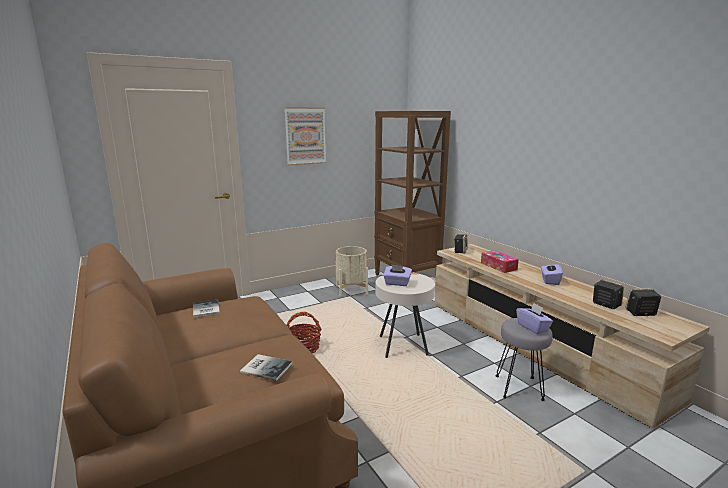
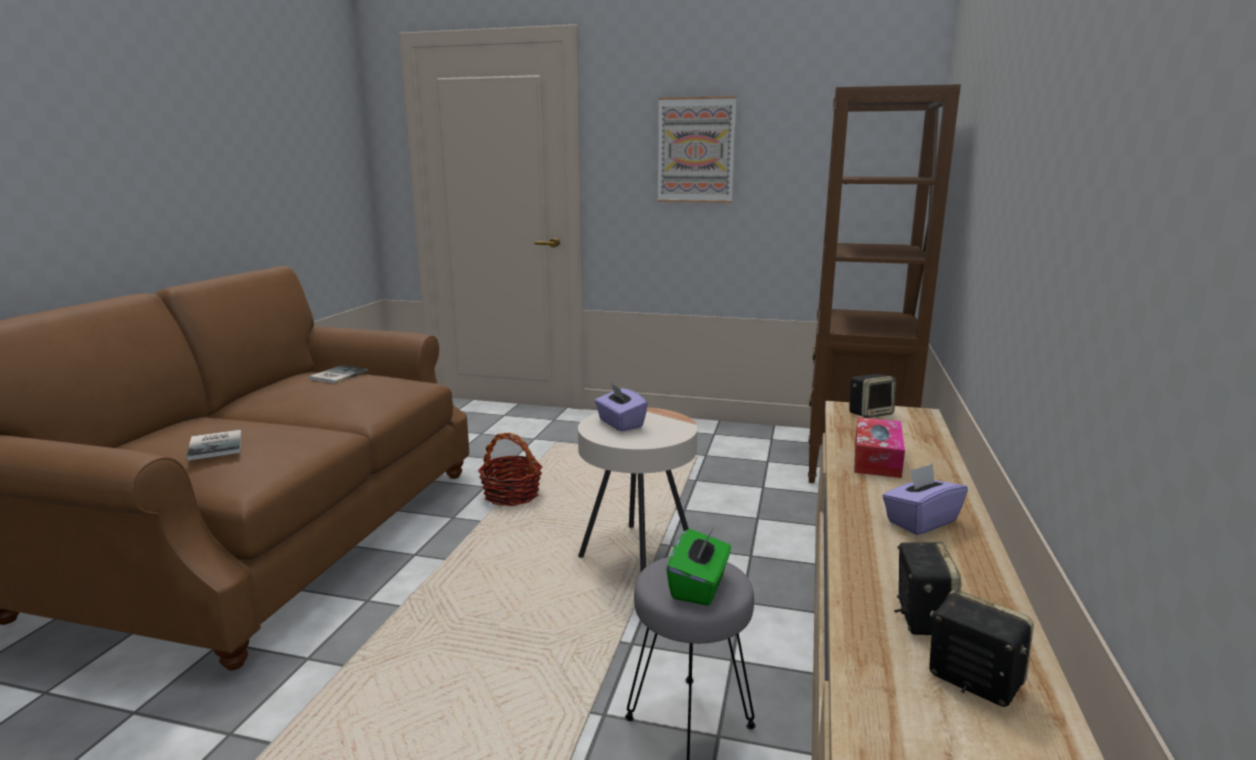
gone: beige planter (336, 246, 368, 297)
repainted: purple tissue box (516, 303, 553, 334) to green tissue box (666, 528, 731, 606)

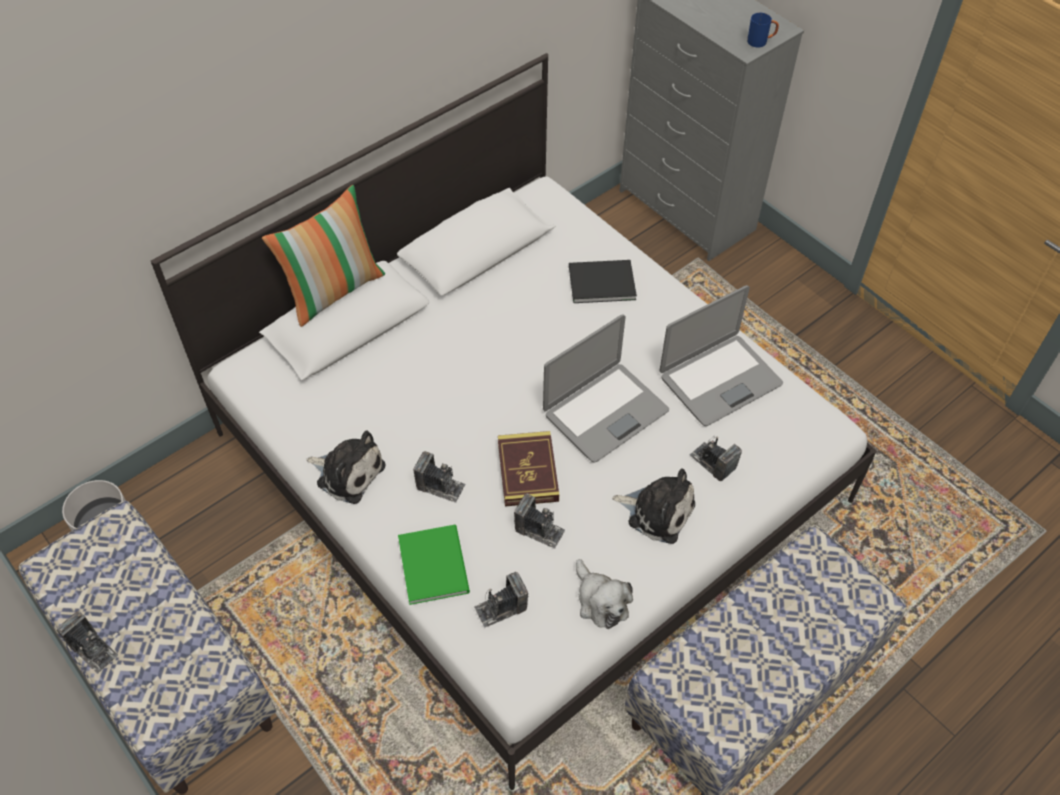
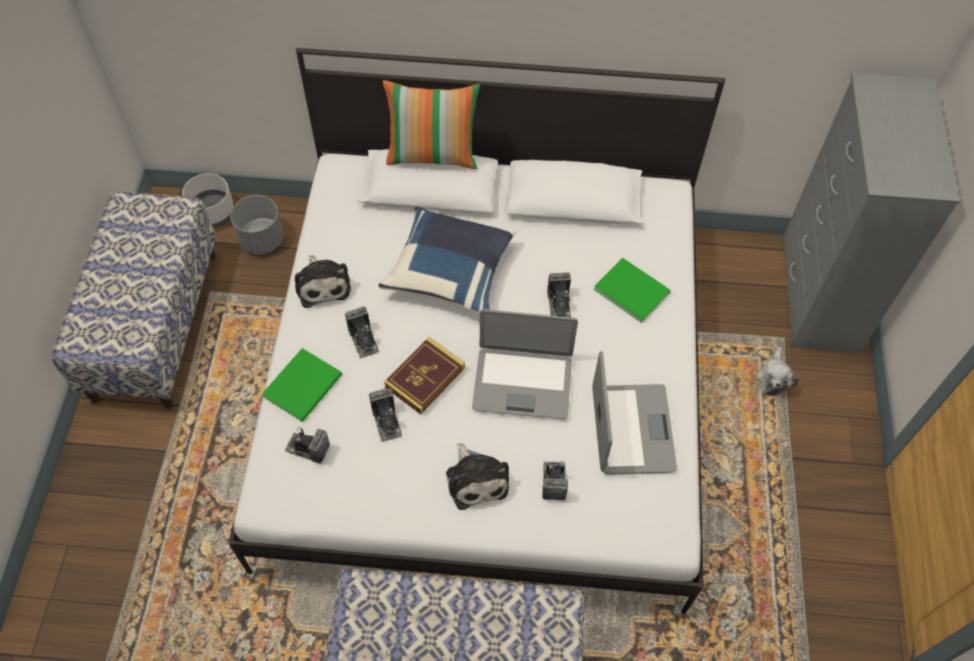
gone: blue mug (747, 13, 779, 48)
new: grey planter (230, 195, 284, 254); blue pillow (379, 206, 516, 314)
shifted: plush toy (576, 559, 633, 629) to (755, 347, 798, 398); photo camera (57, 611, 118, 674) to (547, 273, 571, 317)
repainted: black book (569, 260, 637, 303) to green book (594, 258, 671, 323)
rotated: laptop (659, 285, 783, 426) = (592, 351, 677, 475) 105 degrees counterclockwise

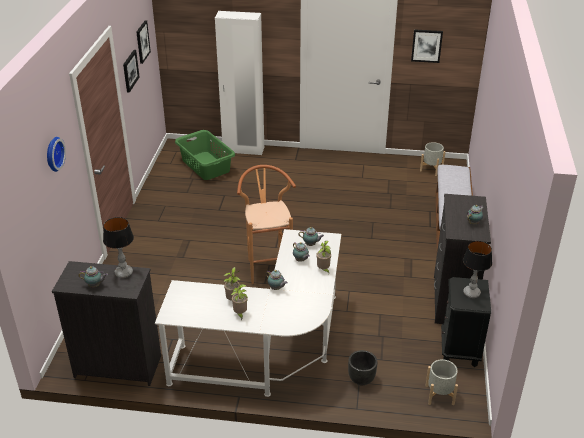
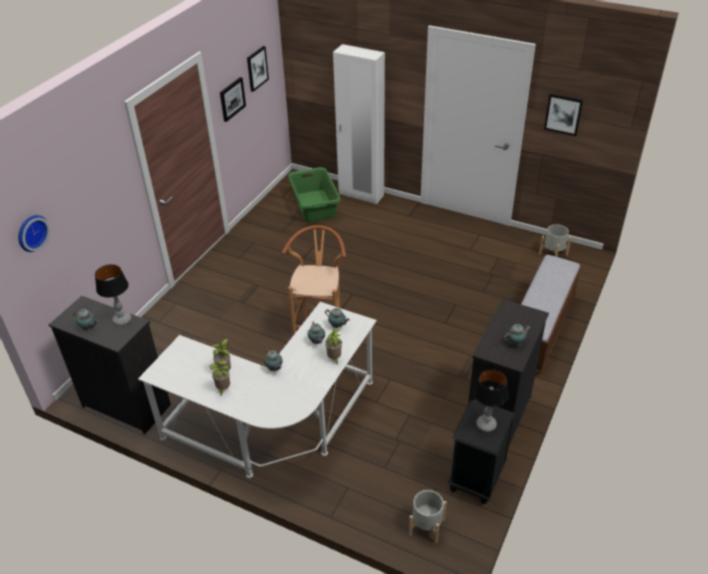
gone: black planter (348, 350, 377, 385)
shifted: wall clock (47, 137, 66, 172) to (18, 215, 50, 252)

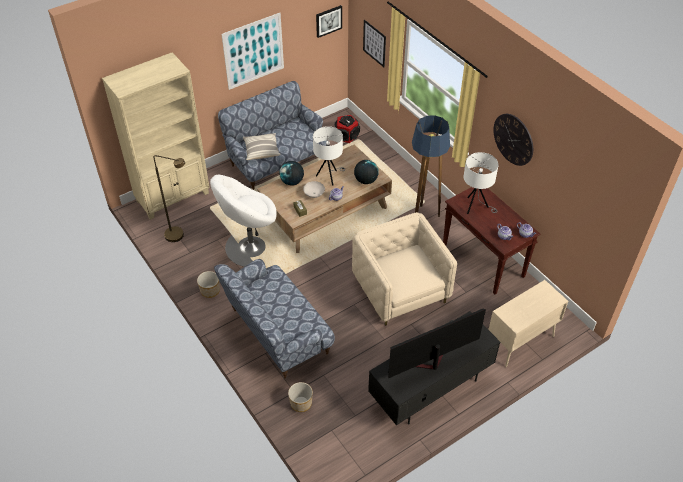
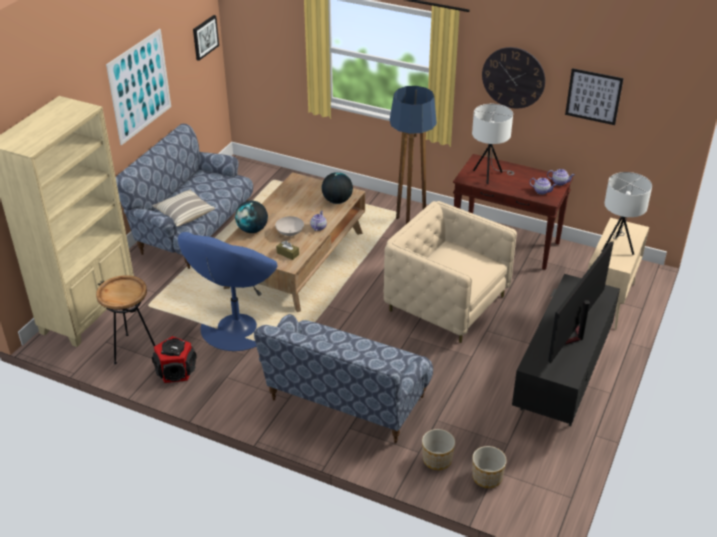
shifted: picture (363, 20, 386, 67) to (565, 68, 624, 125); speaker (335, 115, 360, 143) to (152, 336, 197, 383); white table lamp (313, 126, 345, 186) to (601, 172, 652, 255); planter (197, 271, 220, 298) to (472, 446, 507, 488)
swapped: brown floor lamp (153, 155, 185, 242) to brown side table (96, 275, 155, 364)
repainted: white armchair (210, 175, 277, 267) to blue armchair (178, 232, 277, 351)

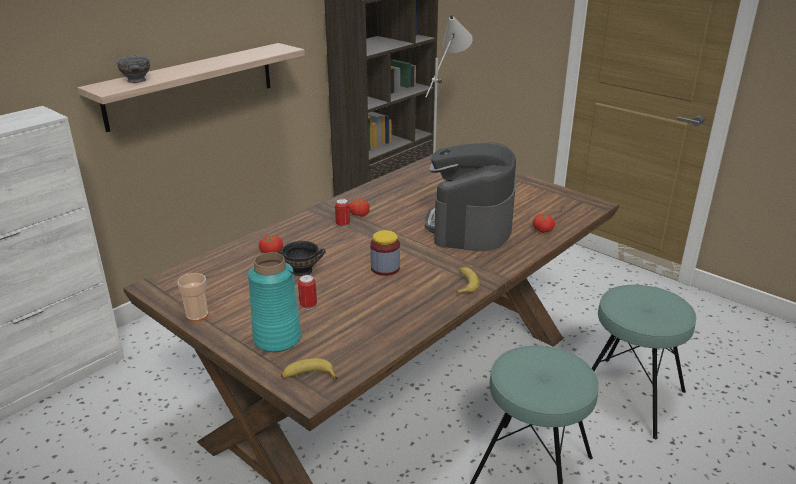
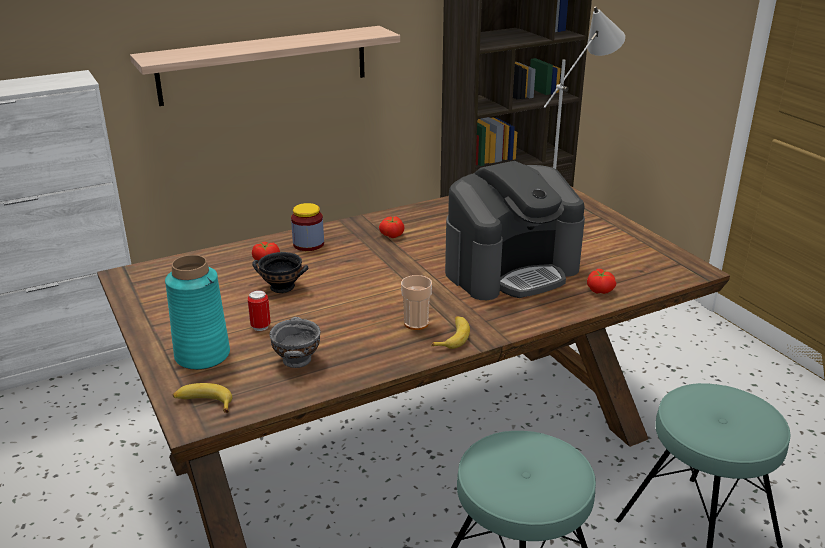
gone: can (335, 199, 350, 228)
shifted: grey bowl (116, 56, 150, 83) to (270, 317, 320, 368); jar (370, 230, 400, 276) to (291, 203, 324, 251); cup (177, 273, 209, 322) to (401, 275, 432, 330)
rotated: coffee machine (425, 142, 516, 251) = (445, 161, 585, 300) 150 degrees counterclockwise

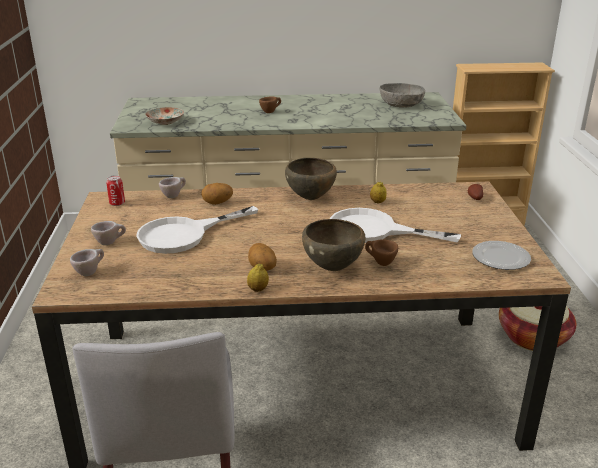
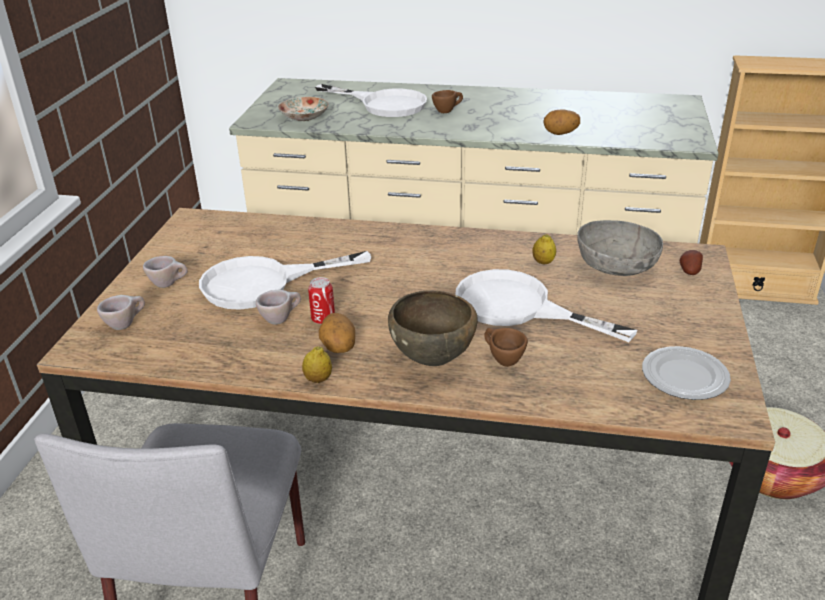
gone: brown bowl (285, 158, 337, 200)
new: white frying pan (315, 84, 427, 117)
shifted: grey bowl (380, 83, 425, 107) to (577, 220, 663, 276); can (106, 175, 125, 206) to (308, 277, 335, 324); beige cup (159, 177, 186, 198) to (256, 290, 301, 325); potato (201, 183, 233, 205) to (543, 109, 580, 135)

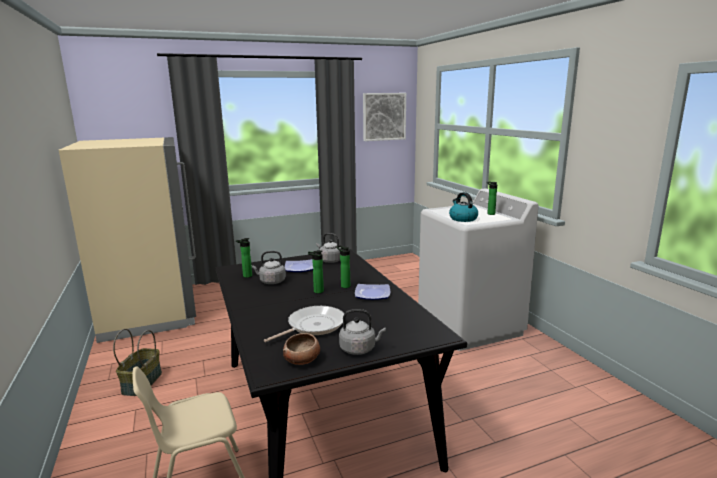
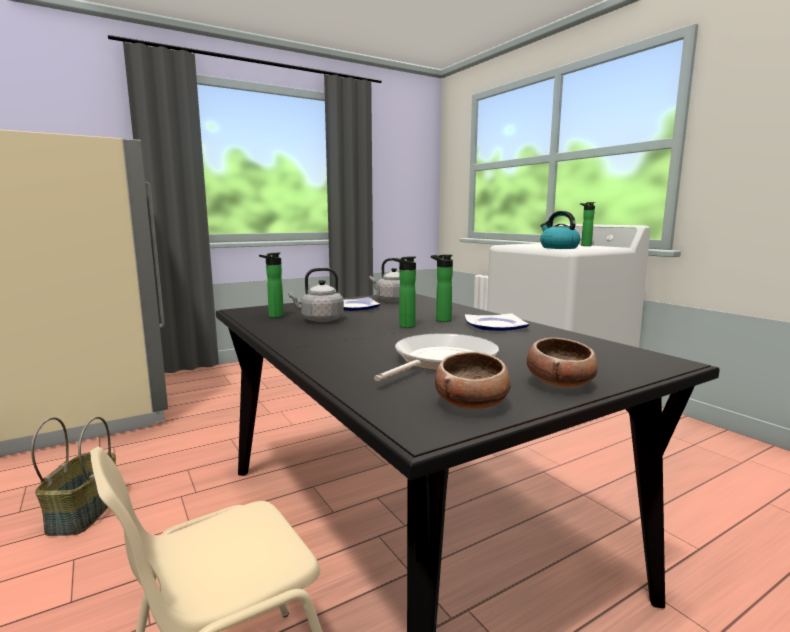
gone: picture (363, 93, 406, 141)
swapped: grey kettle (339, 309, 386, 355) to bowl (527, 338, 598, 388)

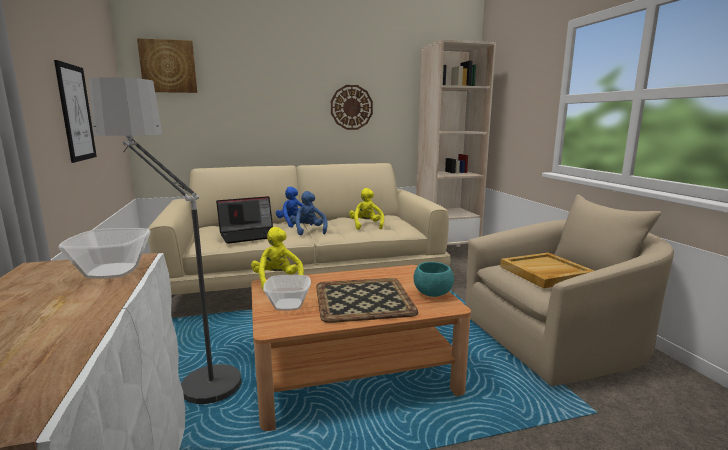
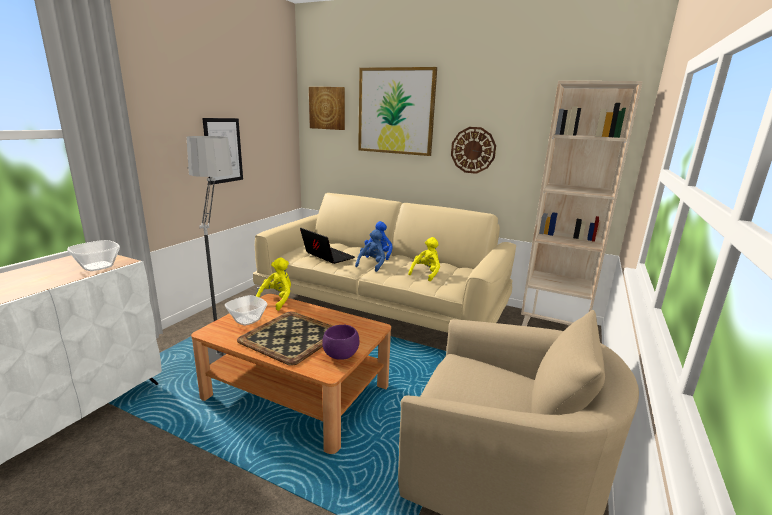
gone: beige tray (500, 253, 595, 288)
new: picture (358, 67, 437, 156)
repainted: turquoise bowl (414, 262, 454, 297) to purple bowl (322, 325, 360, 360)
rotated: laptop (216, 196, 273, 244) = (300, 228, 355, 264) 150 degrees counterclockwise

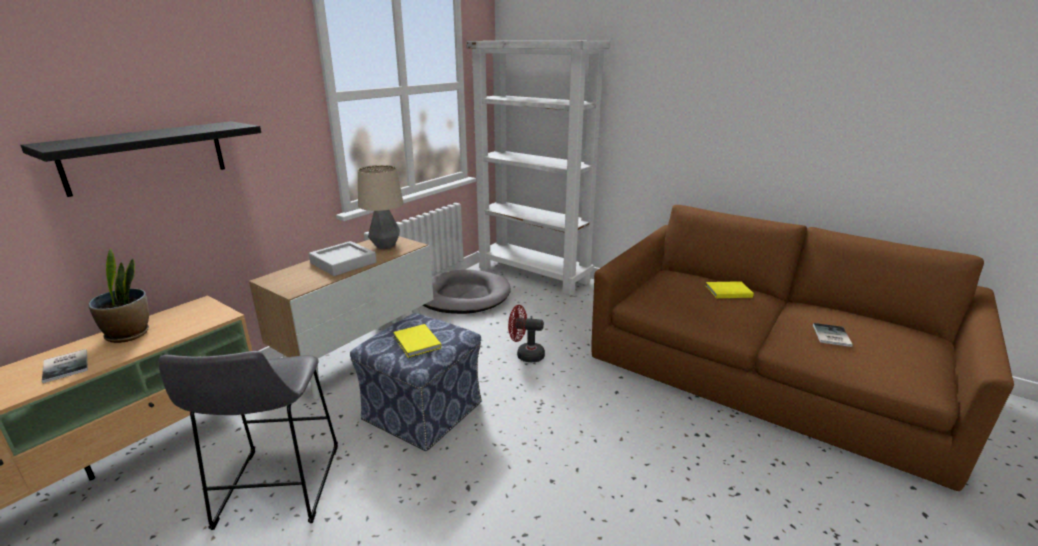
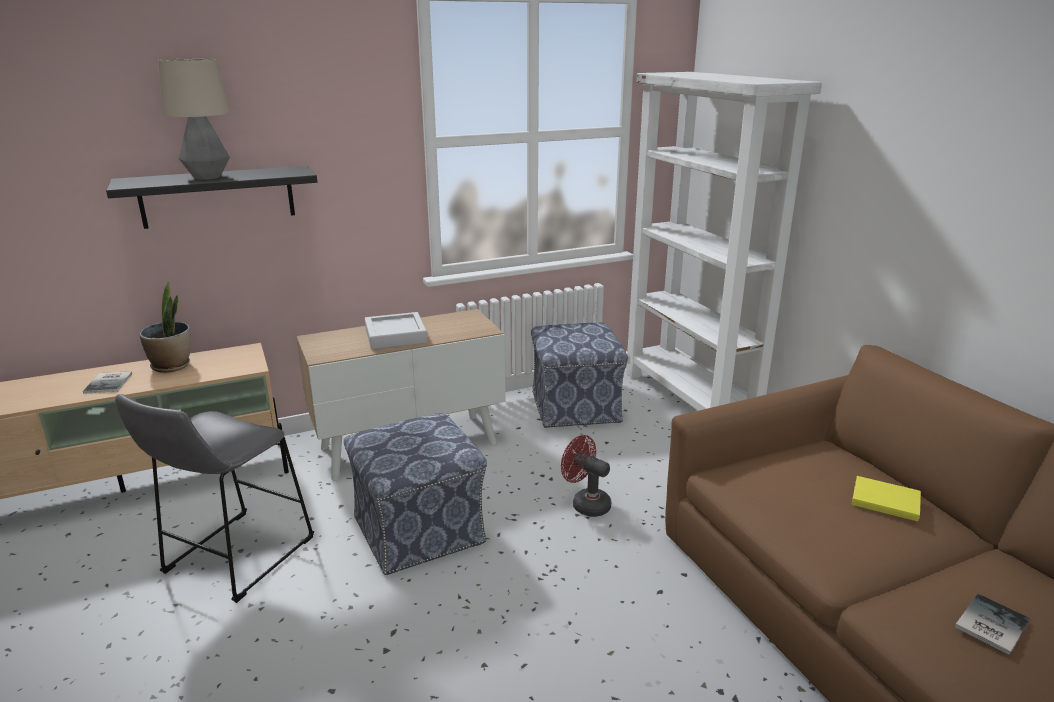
gone: yellow book (393, 324, 441, 358)
shifted: table lamp (358, 165, 403, 249) to (158, 59, 230, 180)
swapped: grey dog bed (423, 270, 511, 314) to ottoman (531, 323, 628, 428)

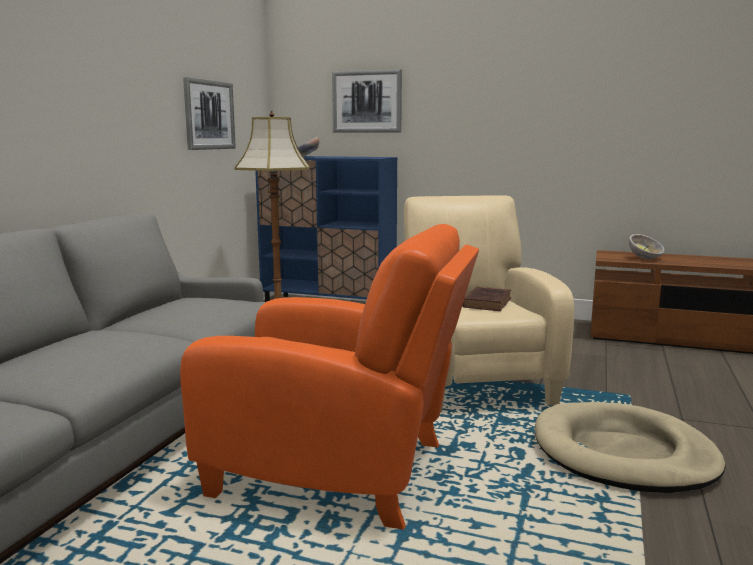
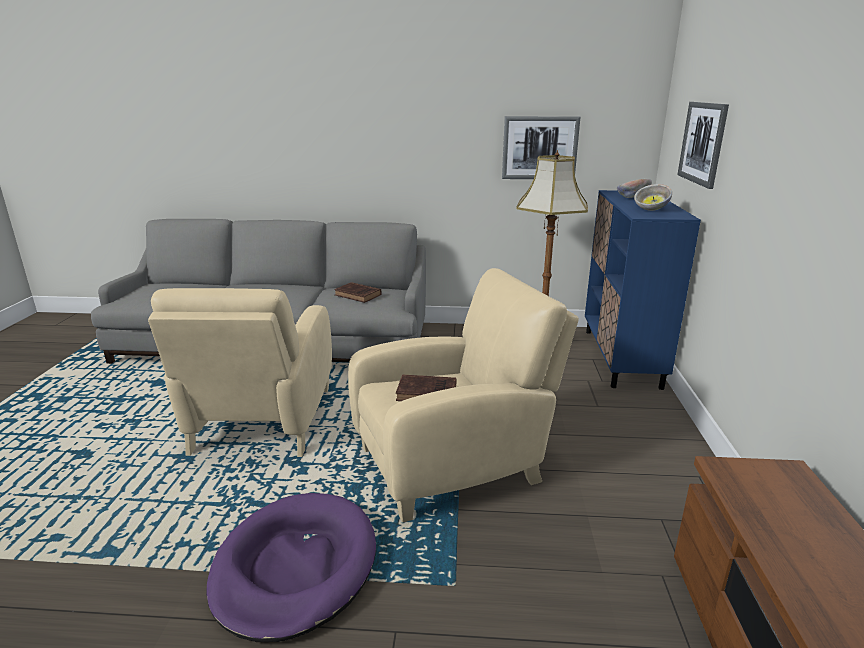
new: brown book (334, 282, 382, 303)
shifted: bowl (629, 234, 664, 259) to (634, 184, 672, 211)
repainted: orange armchair (180, 224, 479, 530) to beige armchair (148, 288, 332, 457); beige dog bed (535, 402, 725, 493) to purple dog bed (206, 493, 376, 642)

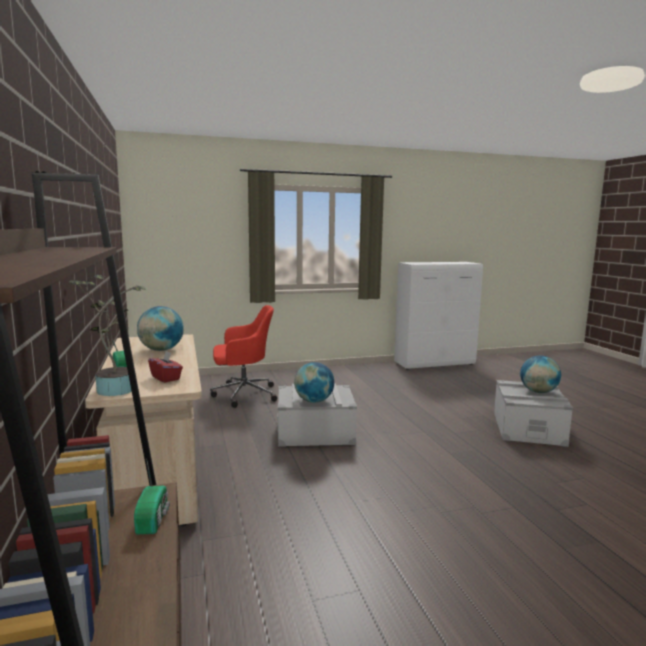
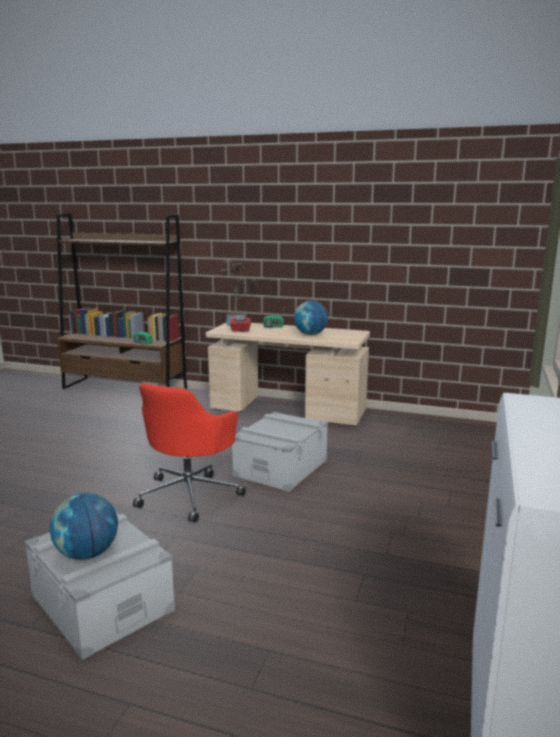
gone: globe (294, 362, 334, 403)
shifted: red office chair (210, 305, 277, 408) to (133, 383, 246, 523)

